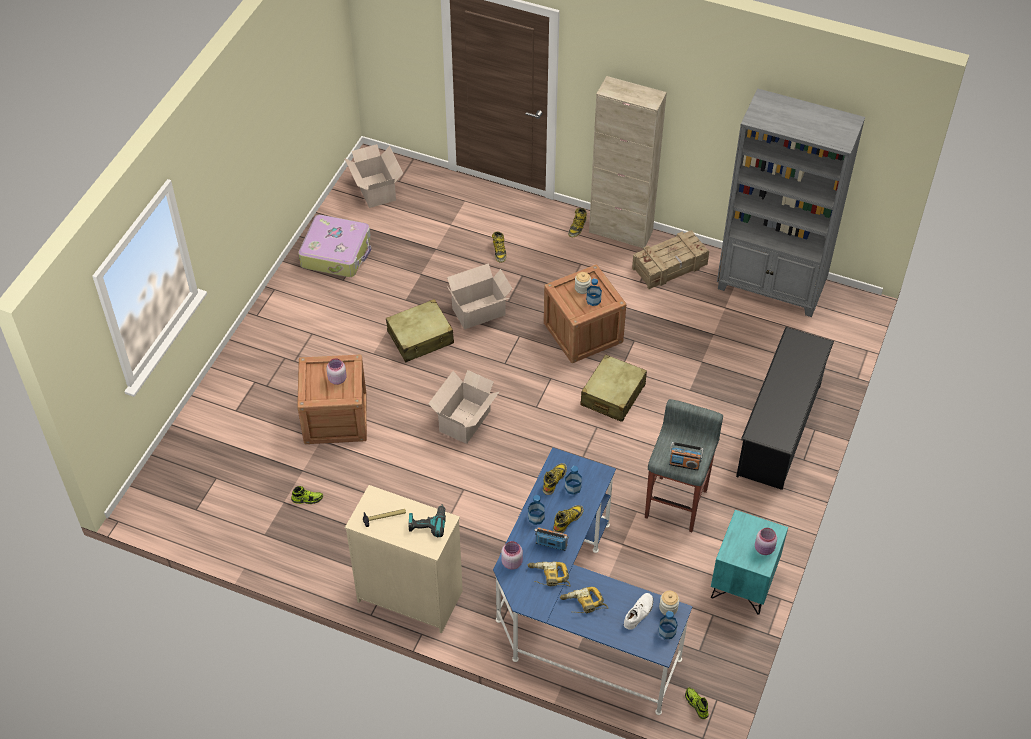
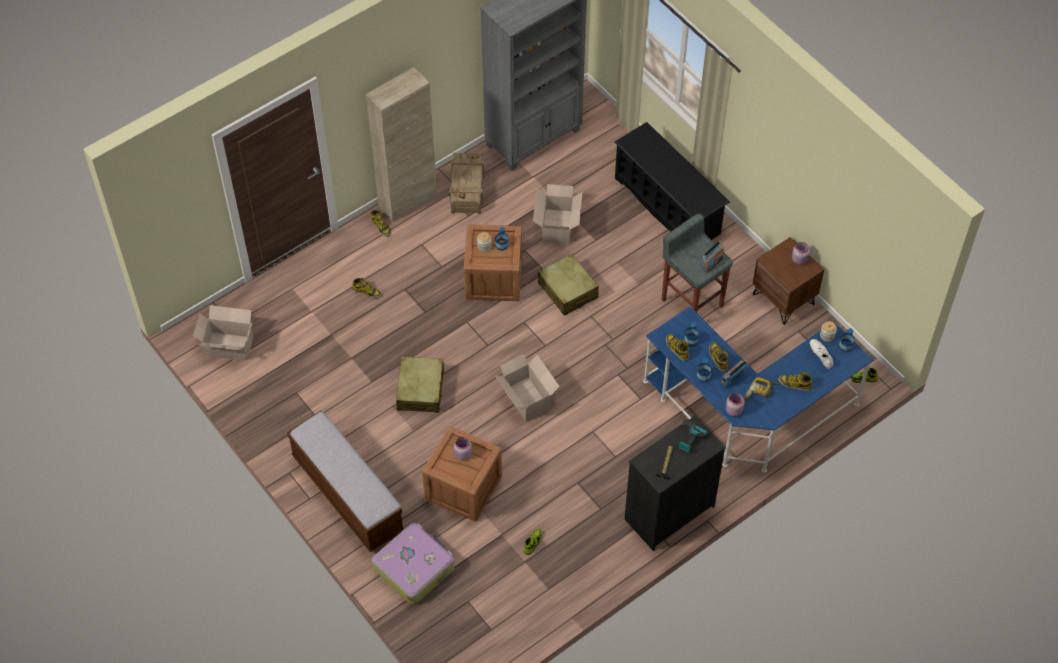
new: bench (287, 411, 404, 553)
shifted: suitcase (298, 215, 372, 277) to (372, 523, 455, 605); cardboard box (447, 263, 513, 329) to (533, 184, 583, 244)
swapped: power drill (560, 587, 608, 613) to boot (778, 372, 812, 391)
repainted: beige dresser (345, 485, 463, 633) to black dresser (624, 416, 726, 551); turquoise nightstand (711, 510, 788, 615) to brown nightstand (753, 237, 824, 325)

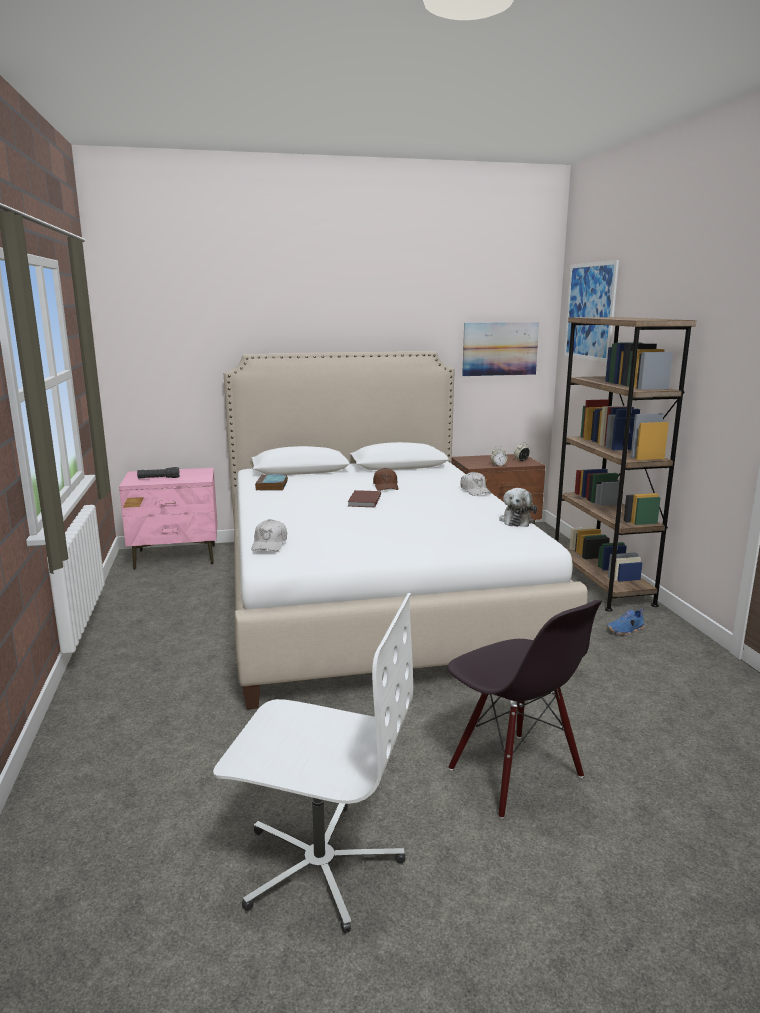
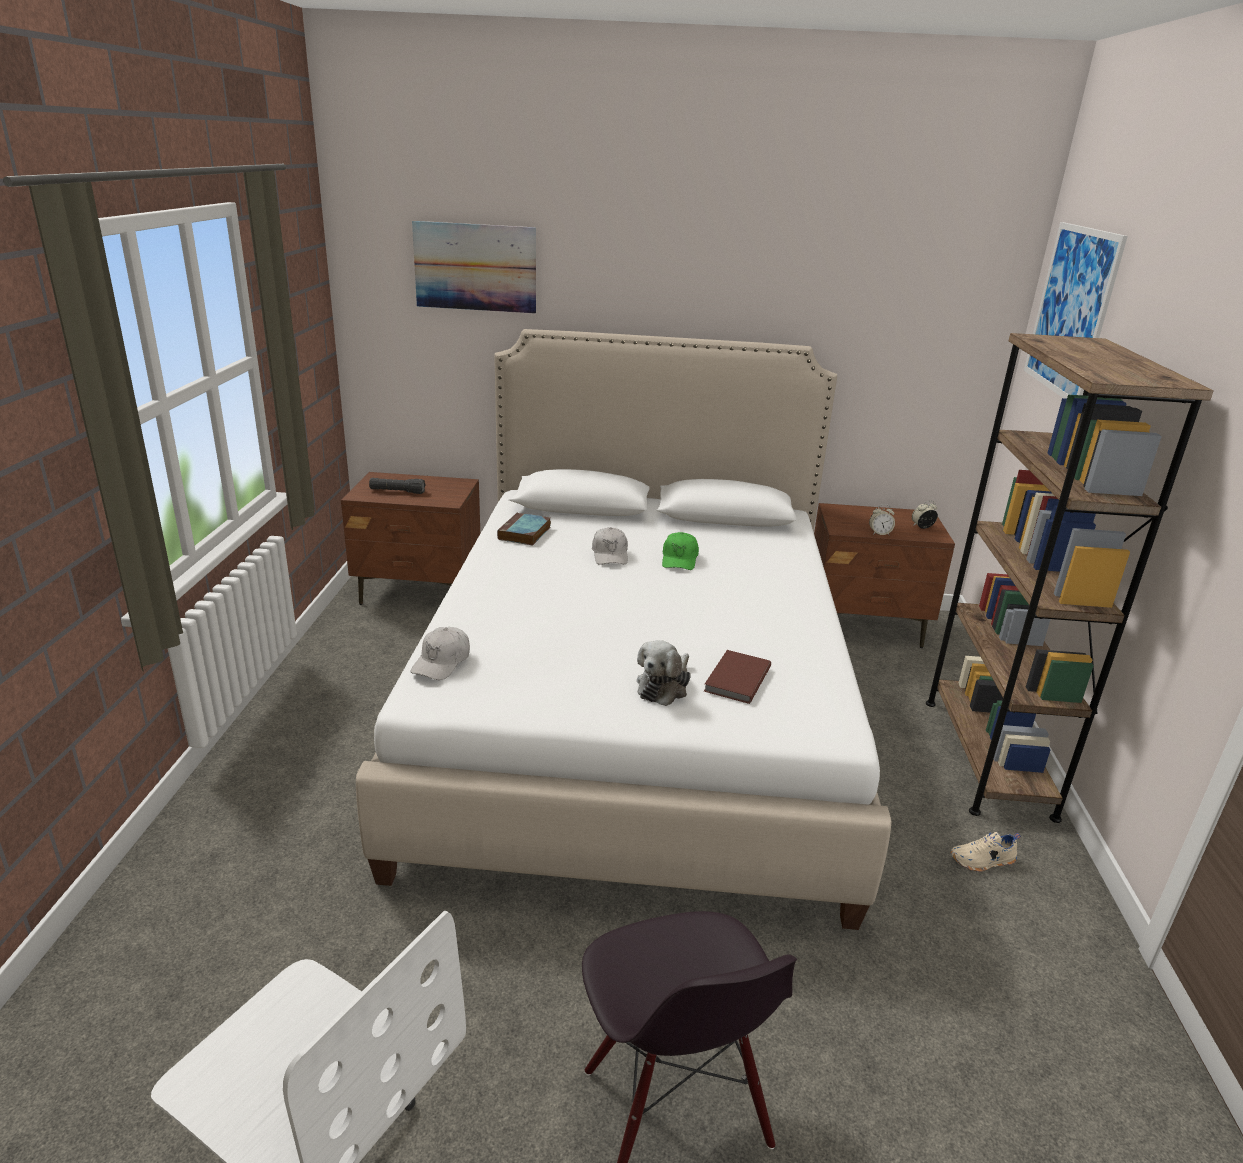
shifted: picture (462, 322, 539, 376) to (412, 221, 536, 313); white cap (461, 472, 492, 496) to (592, 527, 628, 565); plush toy (499, 488, 537, 527) to (637, 640, 691, 706); brown book (348, 490, 381, 507) to (704, 650, 771, 704)
repainted: pink nightstand (119, 468, 218, 570) to brown nightstand (341, 472, 480, 605); brown cap (373, 468, 398, 491) to green cap (662, 532, 699, 570); blue shoe (607, 608, 644, 635) to beige shoe (950, 832, 1021, 872)

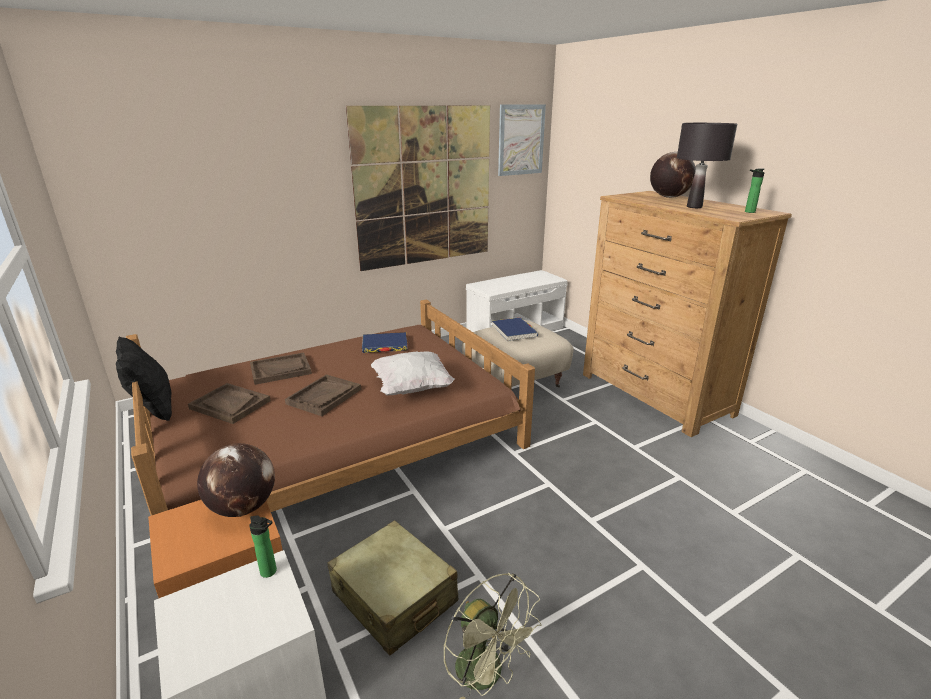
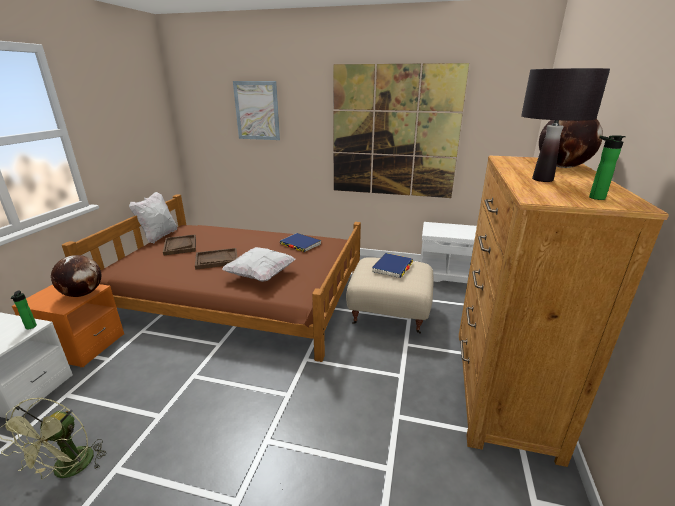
gone: brown tray (250, 353, 312, 385); beige suitcase (328, 520, 458, 655)
shifted: picture (498, 104, 546, 176) to (233, 81, 280, 140)
repainted: black pillow (116, 337, 172, 421) to white pillow (129, 192, 177, 243)

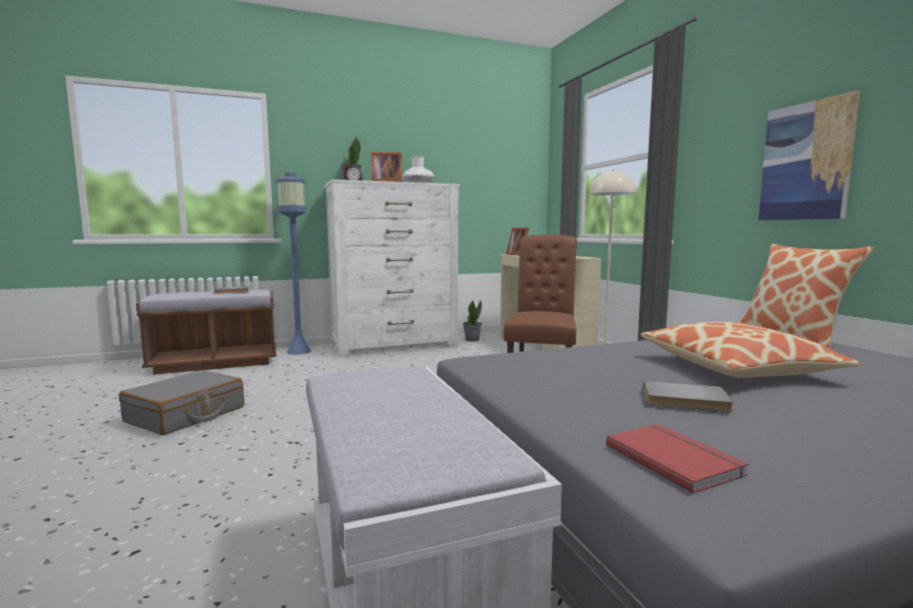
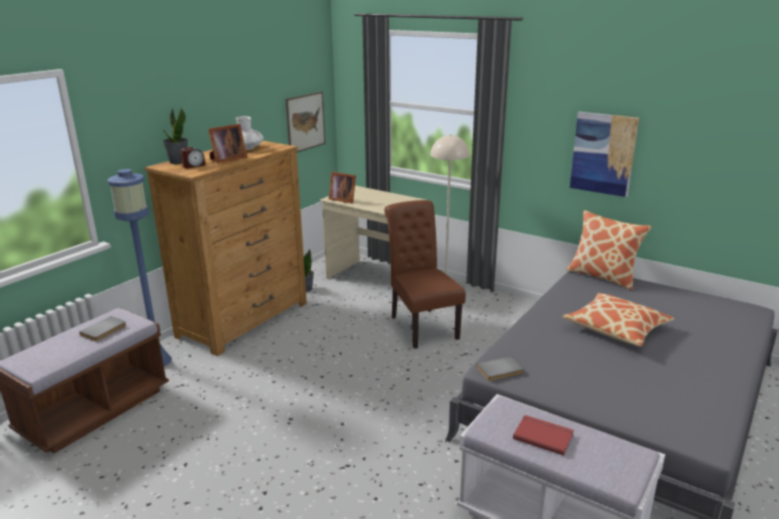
gone: grey suitcase (119, 370, 244, 435)
new: picture (285, 91, 326, 153)
shifted: grey book (643, 381, 734, 412) to (476, 356, 524, 381); red book (606, 424, 749, 493) to (513, 415, 574, 456)
repainted: white dresser (324, 179, 460, 358) to brown dresser (145, 141, 307, 356)

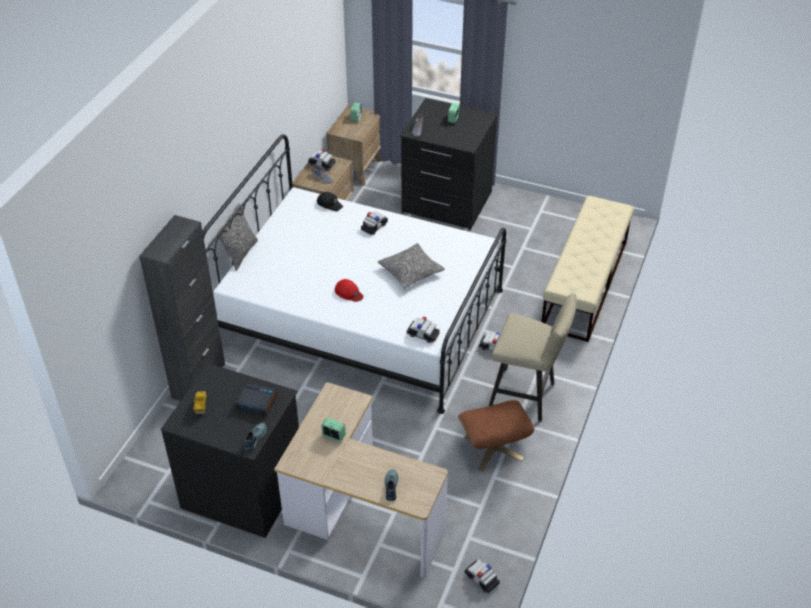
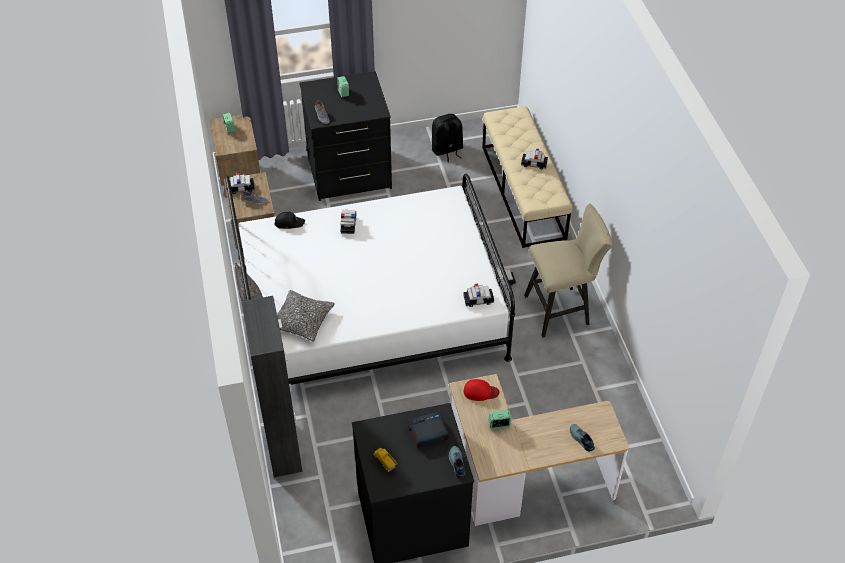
gone: brown ottoman (458, 400, 534, 471)
new: black backpack (432, 114, 463, 162)
shifted: pillow (378, 243, 445, 289) to (277, 290, 335, 342); red cap (335, 279, 364, 302) to (464, 379, 500, 401); toy car (465, 560, 500, 594) to (521, 148, 548, 170)

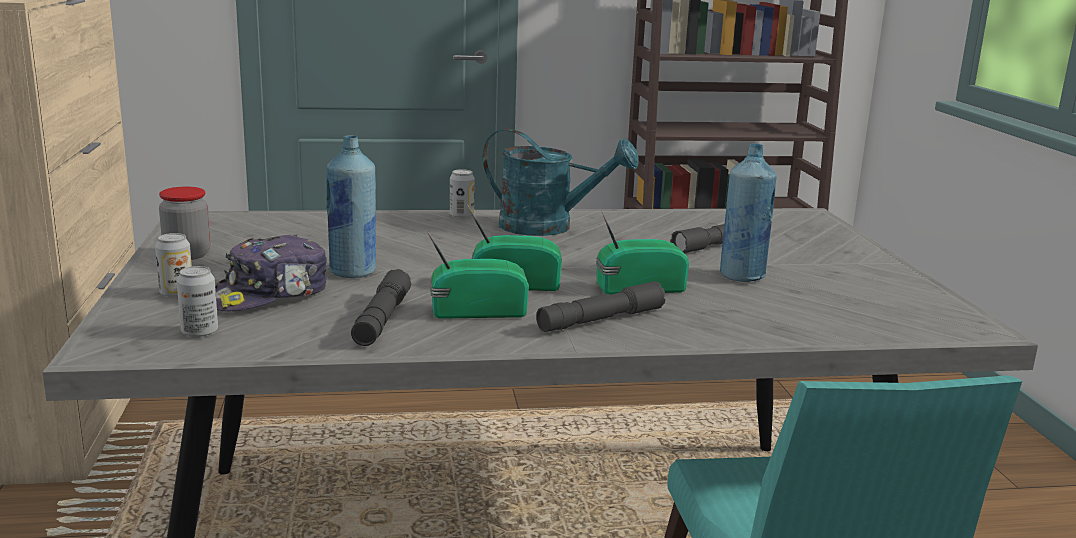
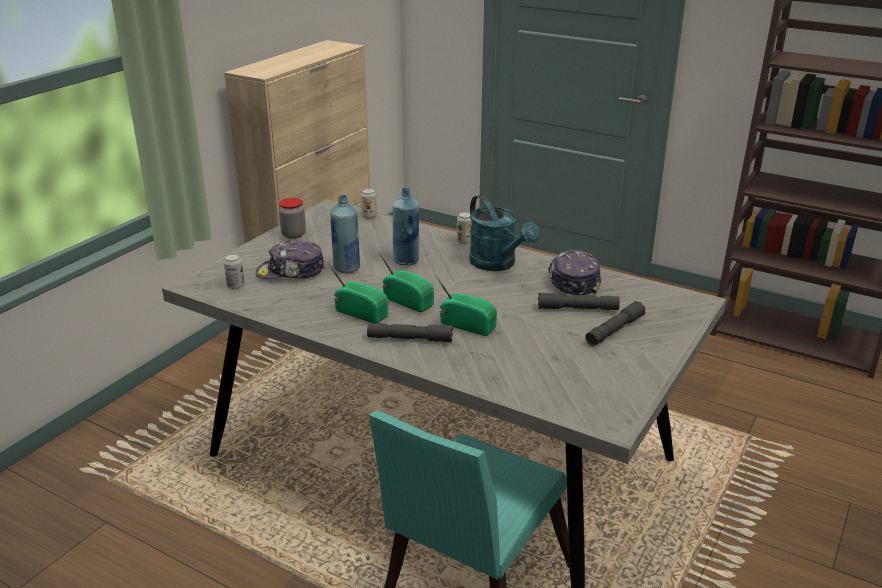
new: cap (548, 250, 602, 295)
shifted: blue bottle (720, 143, 777, 282) to (393, 188, 419, 265); can (155, 233, 192, 298) to (361, 189, 377, 219); grey flashlight (351, 269, 411, 346) to (585, 301, 645, 346)

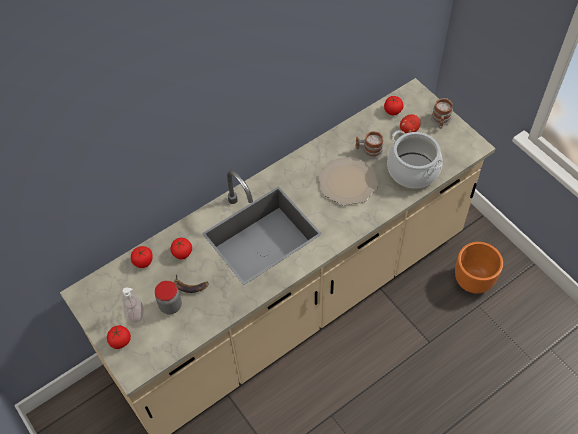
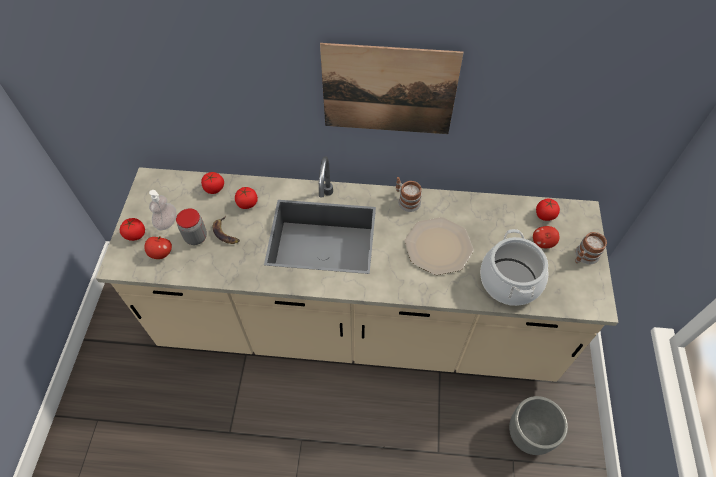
new: picture (320, 43, 463, 134); apple (144, 236, 172, 259)
shifted: mug (355, 131, 384, 159) to (396, 177, 422, 212)
repainted: orange planter (455, 242, 503, 293) to grey planter (509, 396, 568, 455)

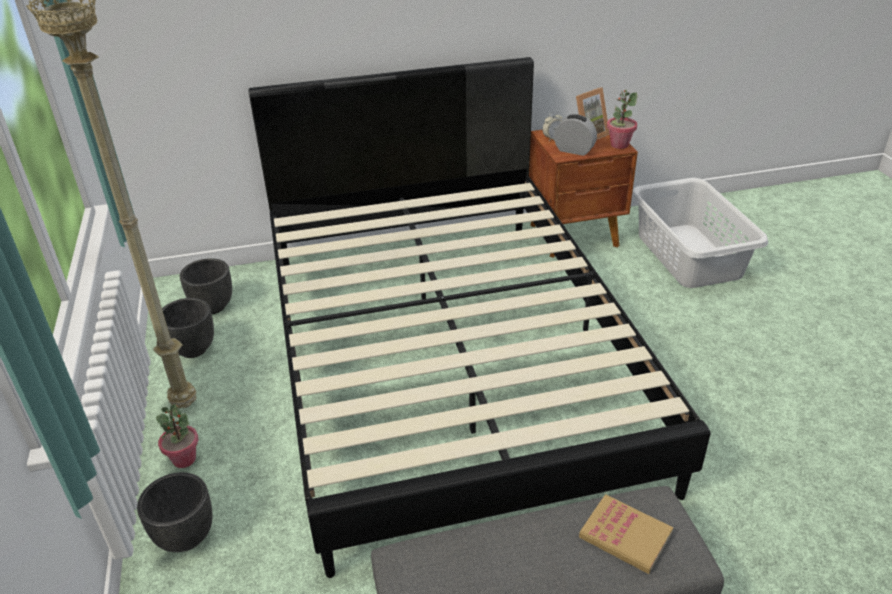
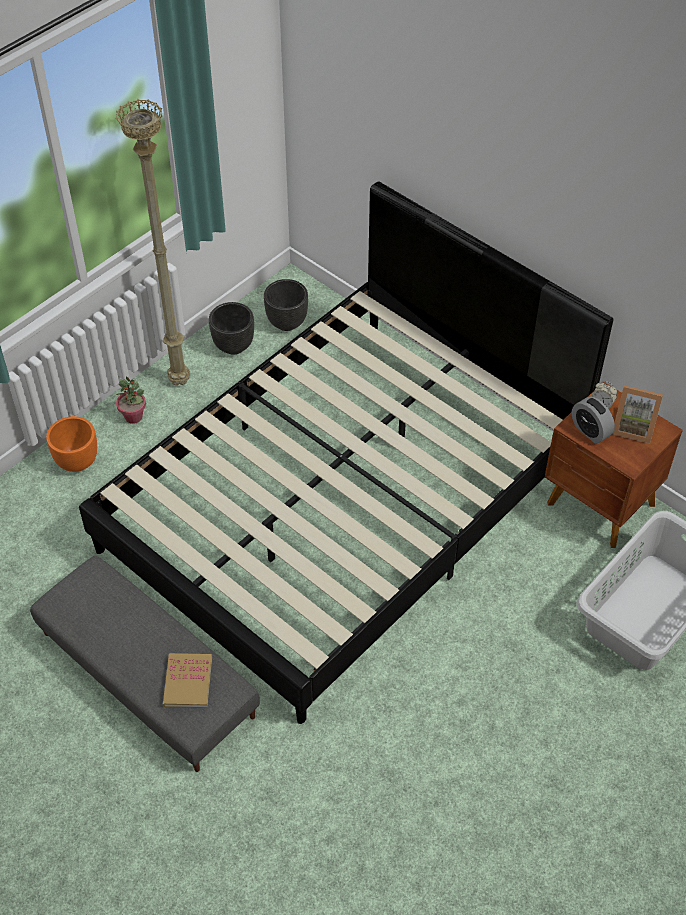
gone: potted plant (607, 90, 638, 149)
repainted: black planter (137, 472, 213, 552) to orange planter (46, 416, 97, 472)
rotated: alarm clock (554, 114, 597, 156) = (572, 396, 615, 443) 150 degrees clockwise

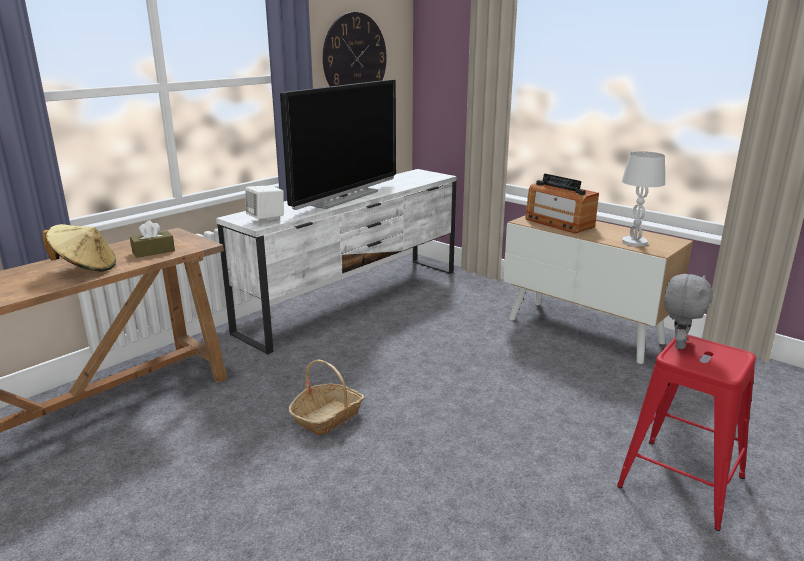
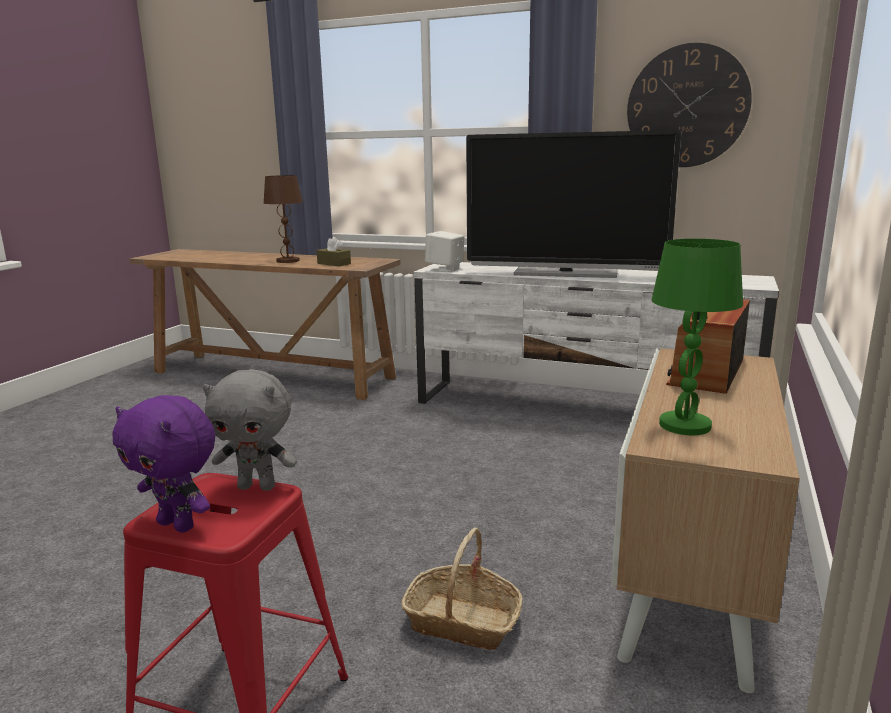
new: purple plush toy (112, 395, 215, 533)
shifted: basket (289, 359, 365, 436) to (401, 527, 523, 650)
swapped: beige hat (42, 224, 116, 271) to brown table lamp (264, 175, 302, 263)
repainted: white table lamp (622, 151, 665, 246) to green table lamp (652, 239, 743, 435)

